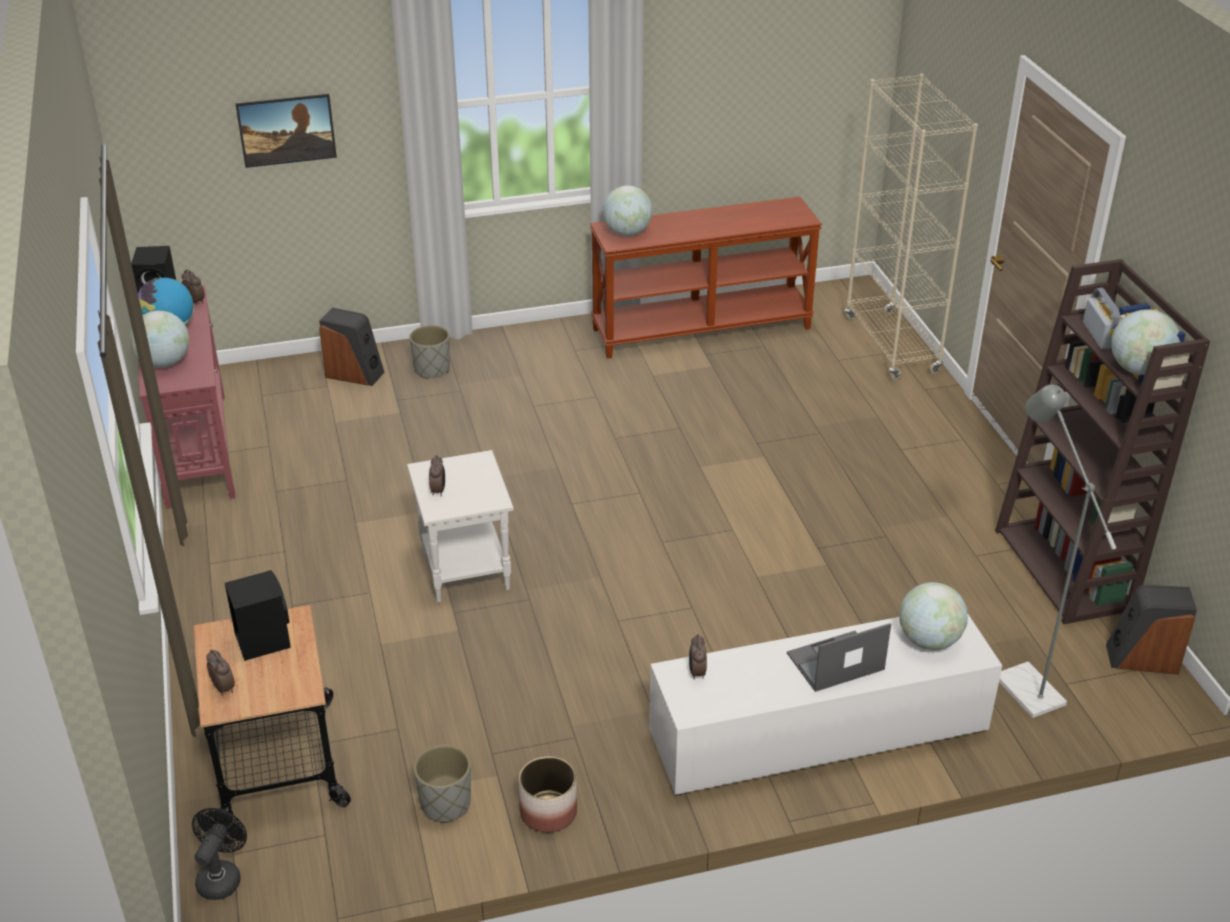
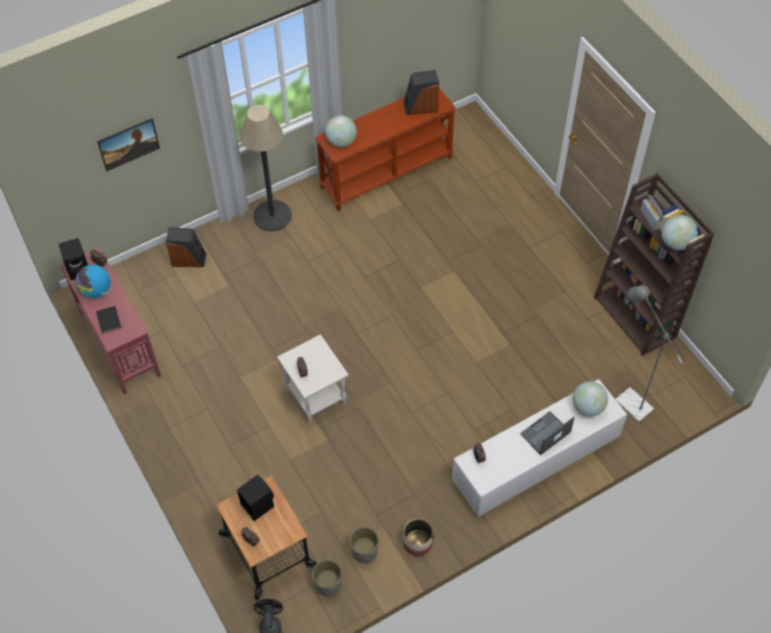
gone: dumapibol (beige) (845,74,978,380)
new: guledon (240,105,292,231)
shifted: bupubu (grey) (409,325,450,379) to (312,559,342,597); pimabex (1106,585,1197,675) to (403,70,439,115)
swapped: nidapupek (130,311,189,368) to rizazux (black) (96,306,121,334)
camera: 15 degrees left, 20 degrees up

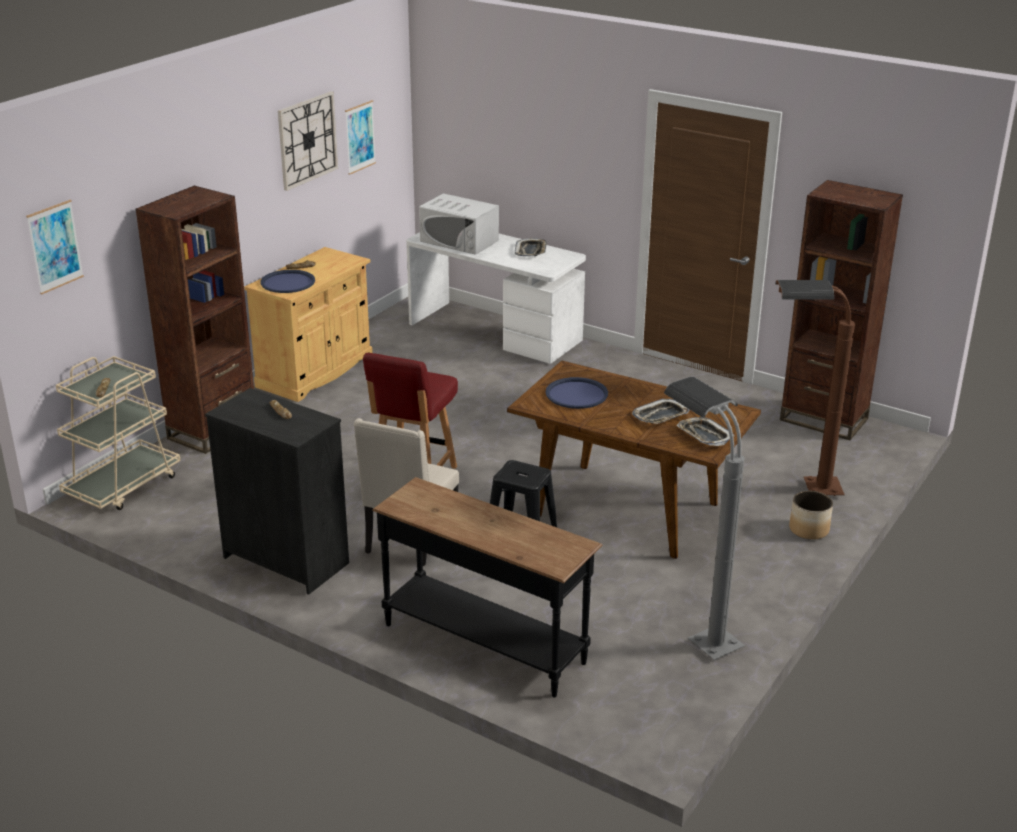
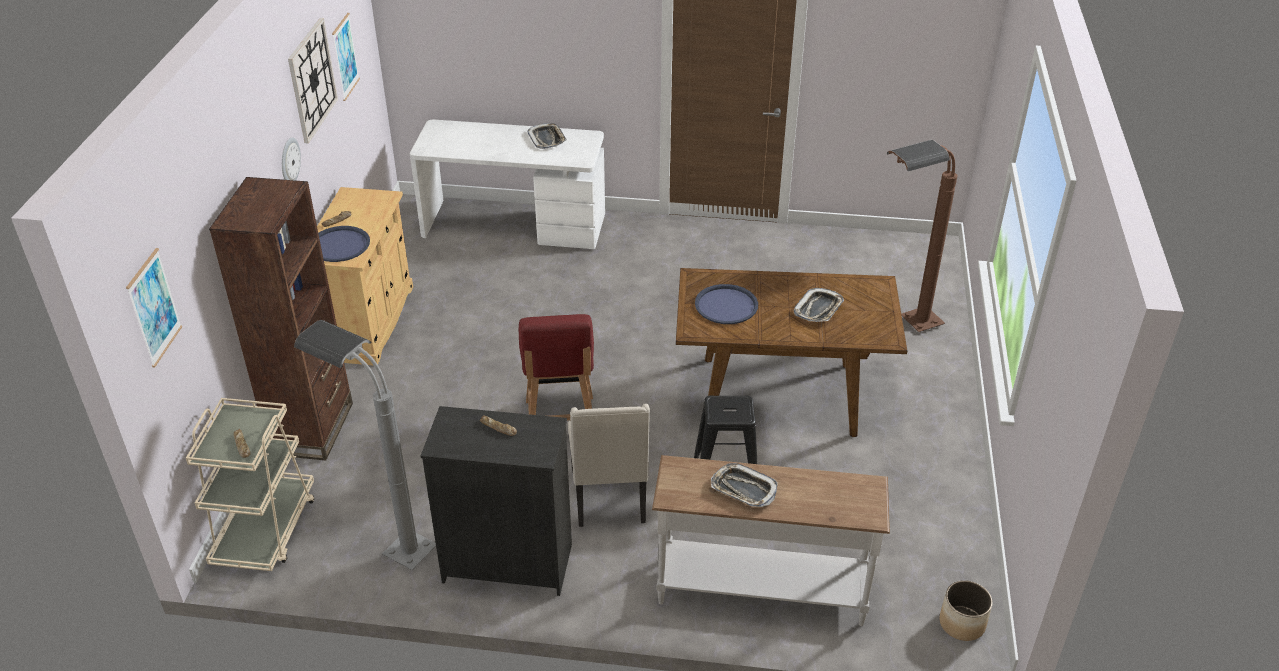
gone: dumapibol (brown) (780,180,903,440); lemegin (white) (419,193,499,255)
new: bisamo (282,137,301,181)
shifted: guledon (grey) (664,377,745,660) to (294,320,436,570); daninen (677,417,735,446) to (711,463,778,507); bupubu (789,491,833,540) to (939,580,992,641)
repainted: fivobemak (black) (372,477,602,697) to fivobemak (white) (652,455,890,626)
camera: 25 degrees left, 10 degrees up

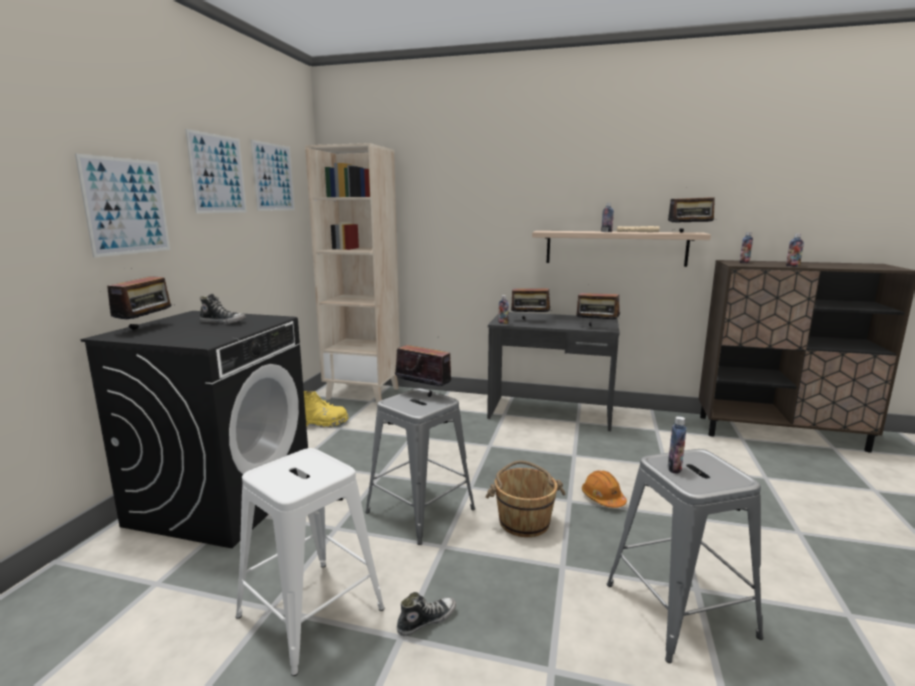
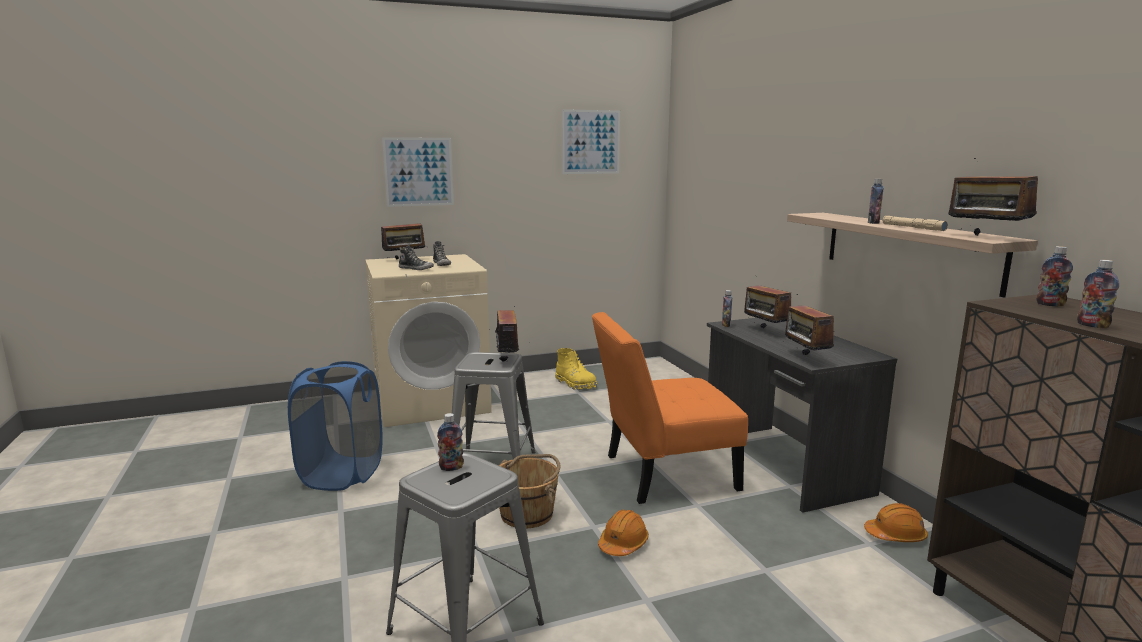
gone: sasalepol (185,129,247,213); dumapibol (beige) (305,143,400,403)
new: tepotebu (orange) (592,312,748,504); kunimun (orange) (864,503,928,542)
shifted: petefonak (397,592,456,636) to (399,245,434,270)
swapped: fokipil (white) (236,448,385,676) to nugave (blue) (288,361,383,491)
repainted: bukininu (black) (81,311,308,548) to bukininu (beige) (365,254,492,427)
camera: 55 degrees right, 0 degrees up

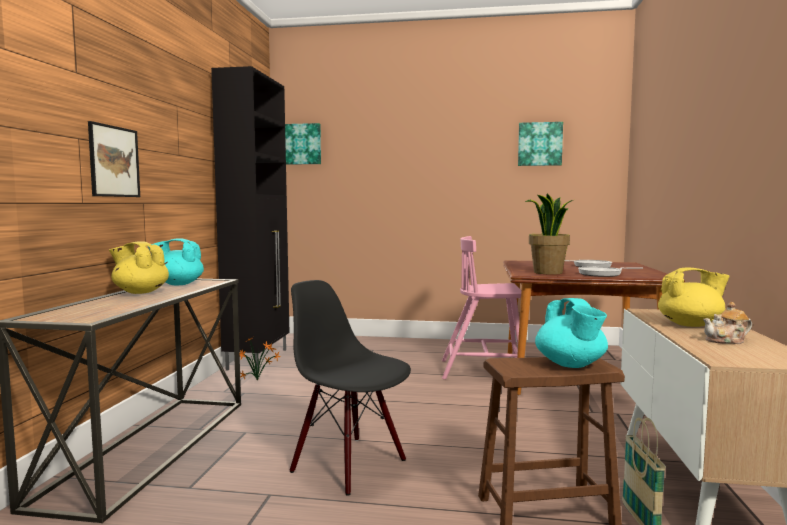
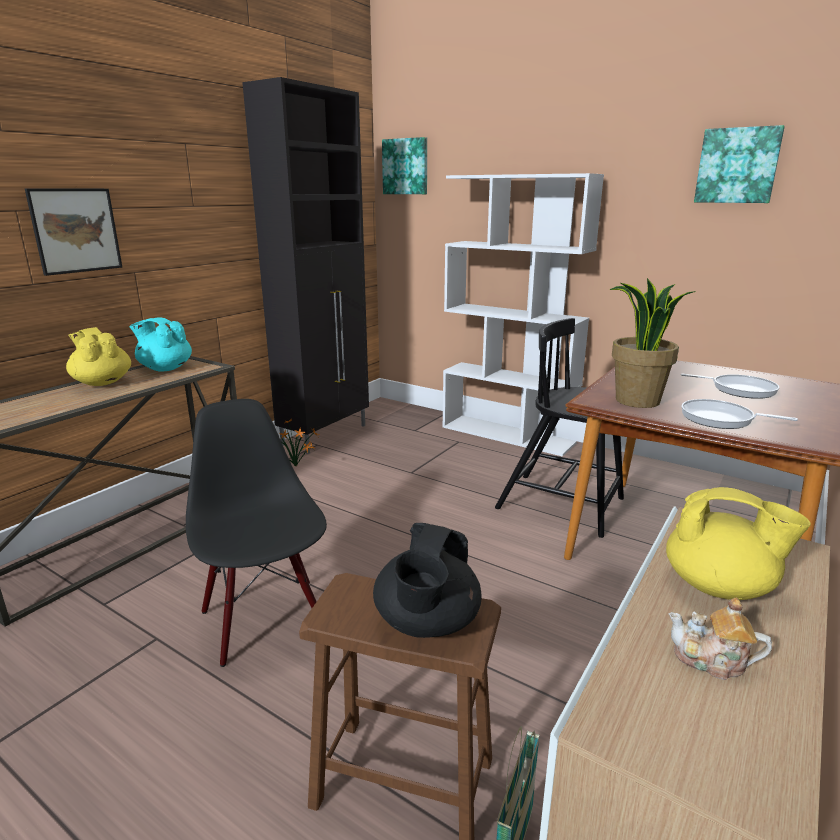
new: dumapibol (white) (442,173,604,457)
repainted: tepotebu (pink) (442,236,521,379) to tepotebu (black) (495,318,624,538); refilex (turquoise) (535,298,608,368) to refilex (black) (373,523,481,638)
camera: 25 degrees right, 15 degrees up

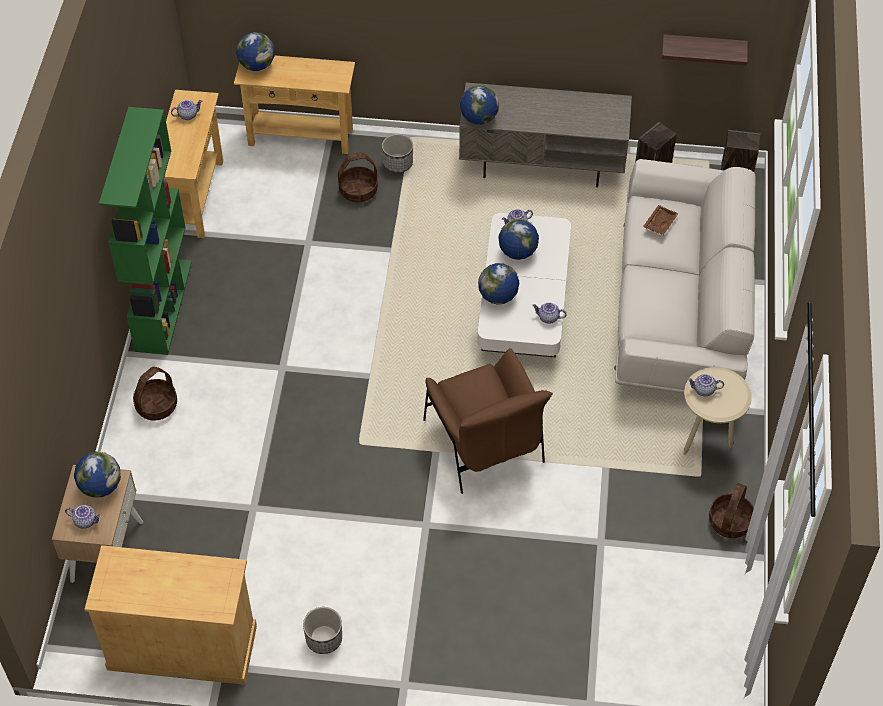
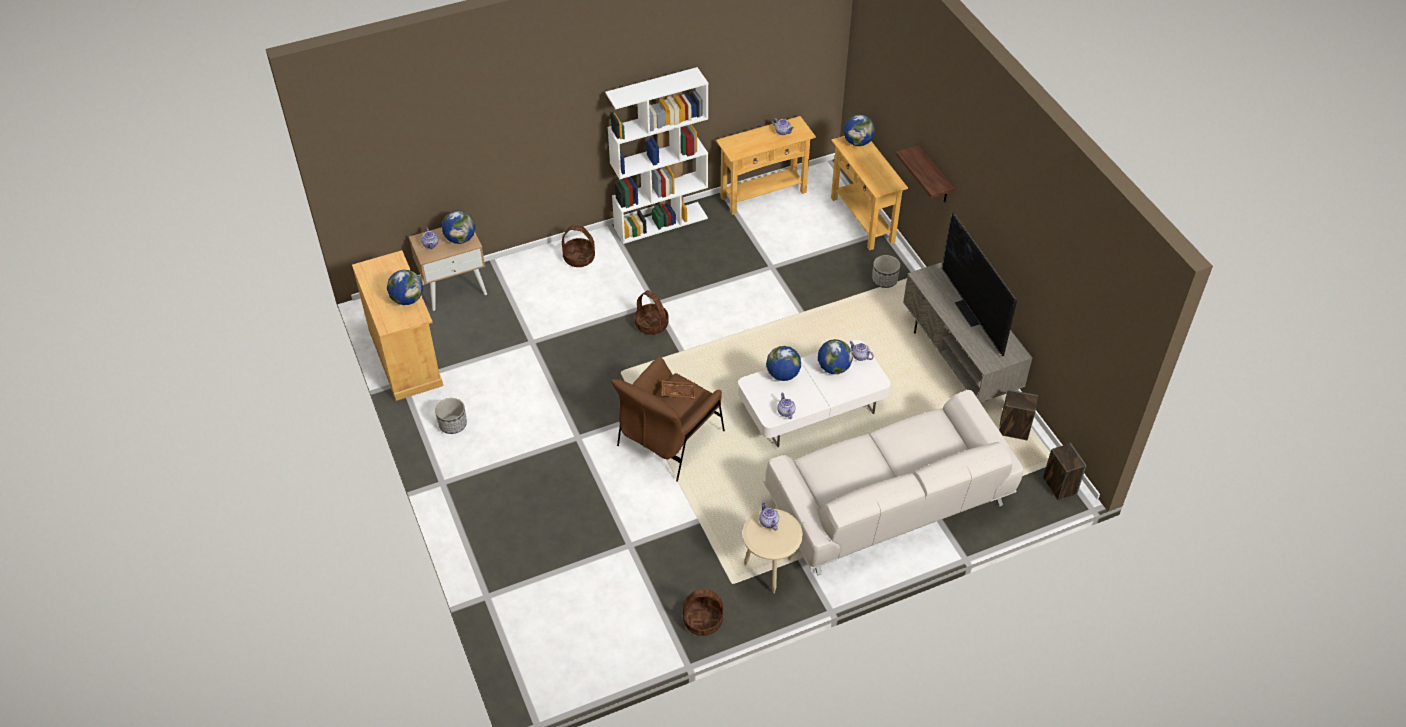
new: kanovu (942,212,1017,356)
shifted: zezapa (662,34,748,66) to (896,145,954,202); nidapupek (460,85,499,125) to (387,270,423,305); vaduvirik (338,153,378,202) to (635,290,669,335); daninen (brown) (643,205,679,235) to (662,380,695,398)
repainted: dumapibol (green) (99,107,192,355) to dumapibol (white) (605,67,708,244)
camera: 60 degrees right, 5 degrees down

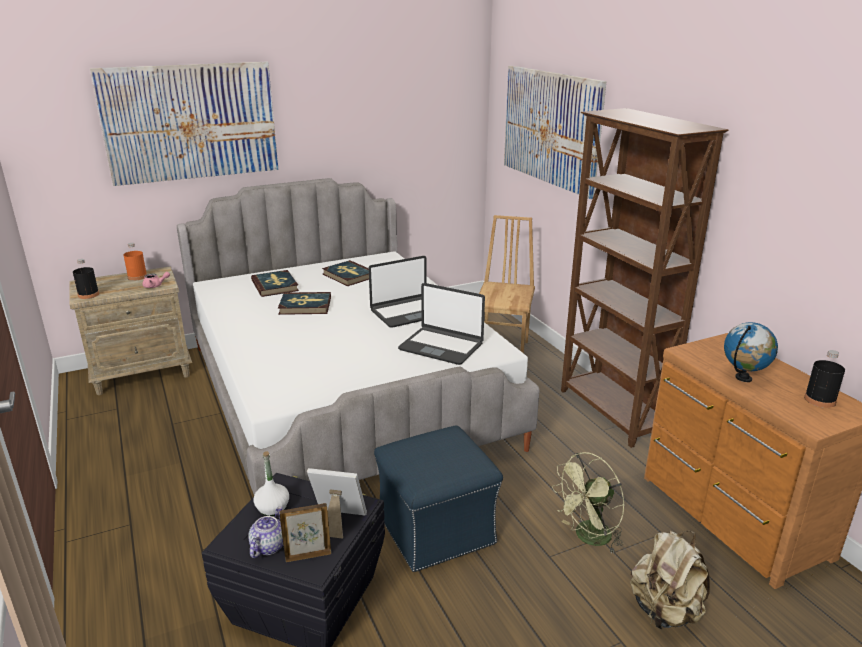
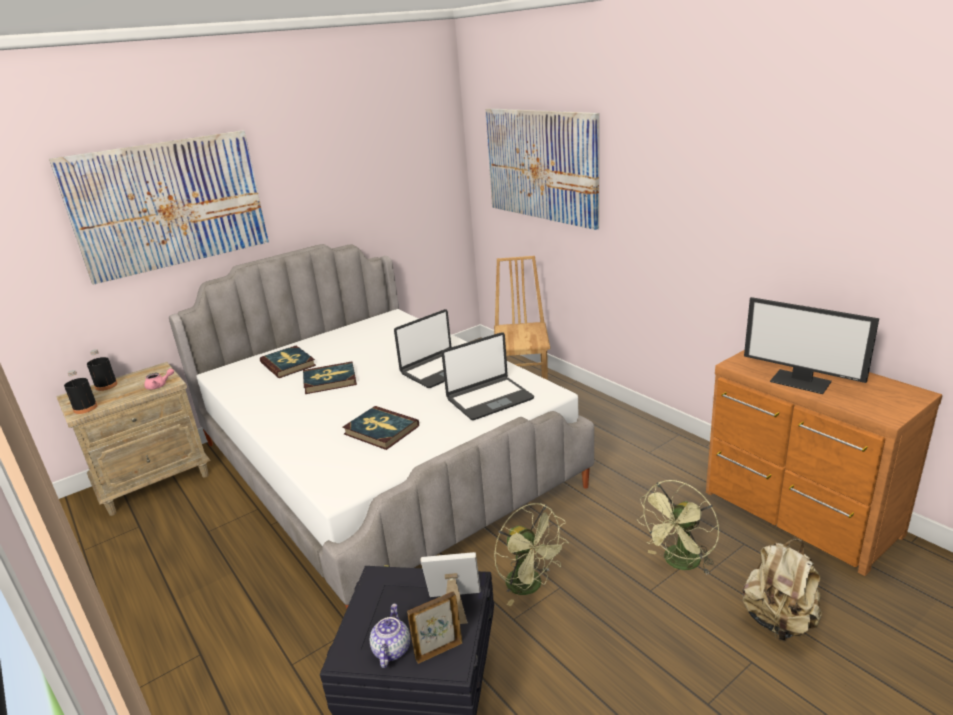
gone: dumapibol (brown) (561,108,728,448); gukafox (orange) (124,243,147,280); gukafox (white) (253,451,289,516)
shifted: rizazux (322,260,369,286) to (342,406,419,450); gukafox (black) (804,350,845,408) to (87,349,118,391)
swapped: nidapupek (724,322,778,382) to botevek (744,297,879,394); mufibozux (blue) (374,425,503,572) to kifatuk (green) (494,503,569,606)
rotated: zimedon (398,283,485,365) = (441,332,534,420) 45 degrees counterclockwise
camera: 10 degrees left, 0 degrees up

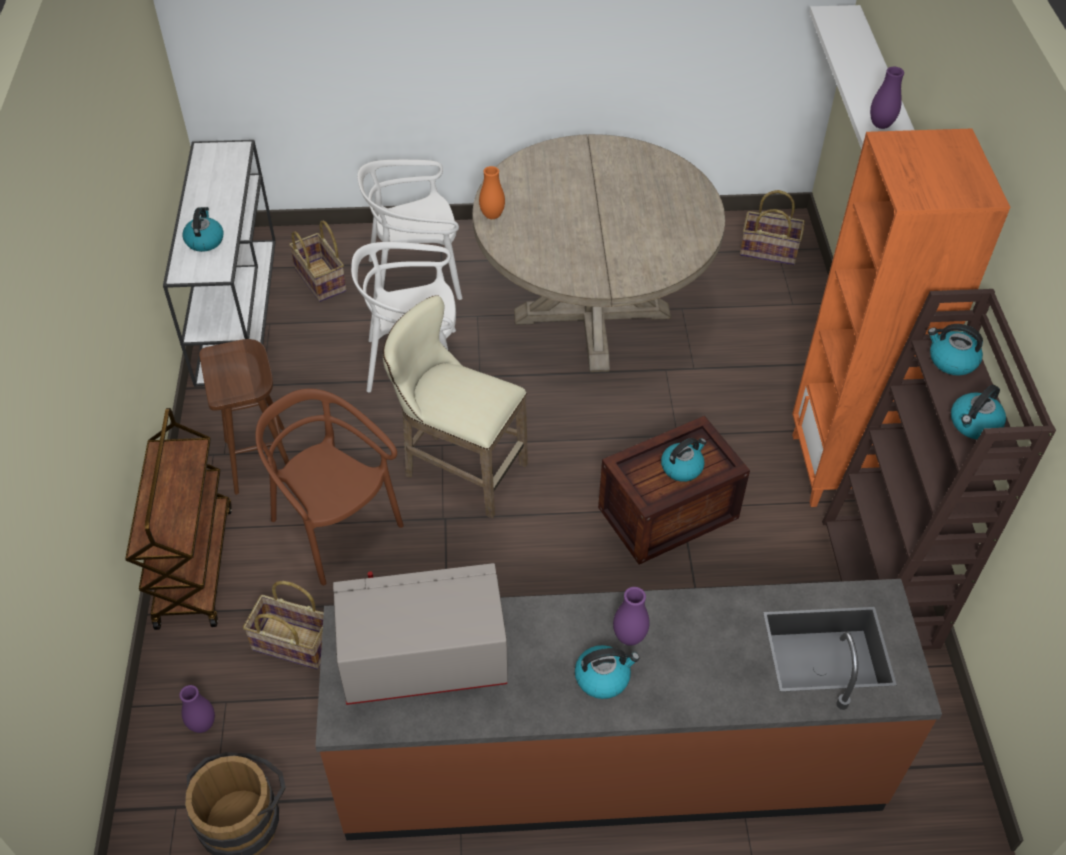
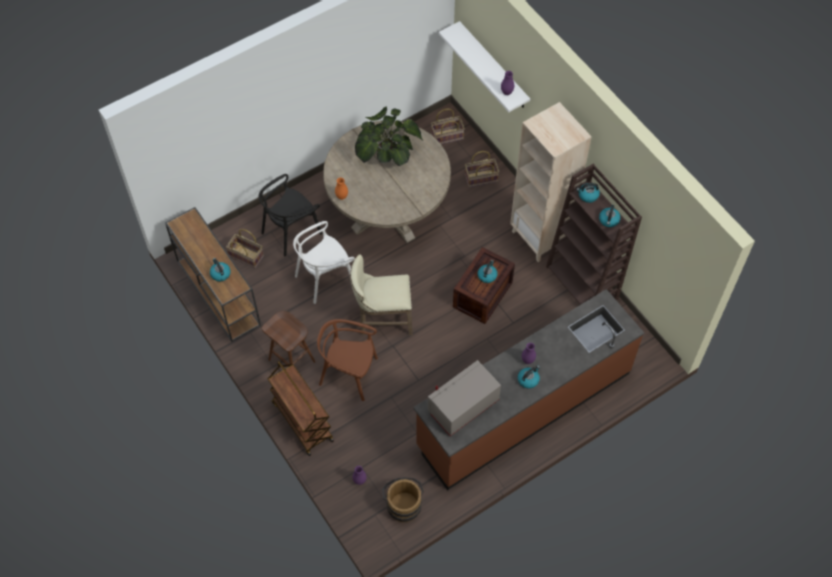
new: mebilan (355,106,423,166)
shifted: vaduvirik (243,581,324,670) to (465,151,499,187)
repainted: dumapibol (orange) (792,129,1010,507) to dumapibol (beige) (510,102,592,262); fivobemak (white) (163,140,276,387) to fivobemak (brown) (165,207,261,342); tepotebu (white) (357,160,462,300) to tepotebu (black) (259,174,323,256)
camera: 30 degrees left, 10 degrees up

